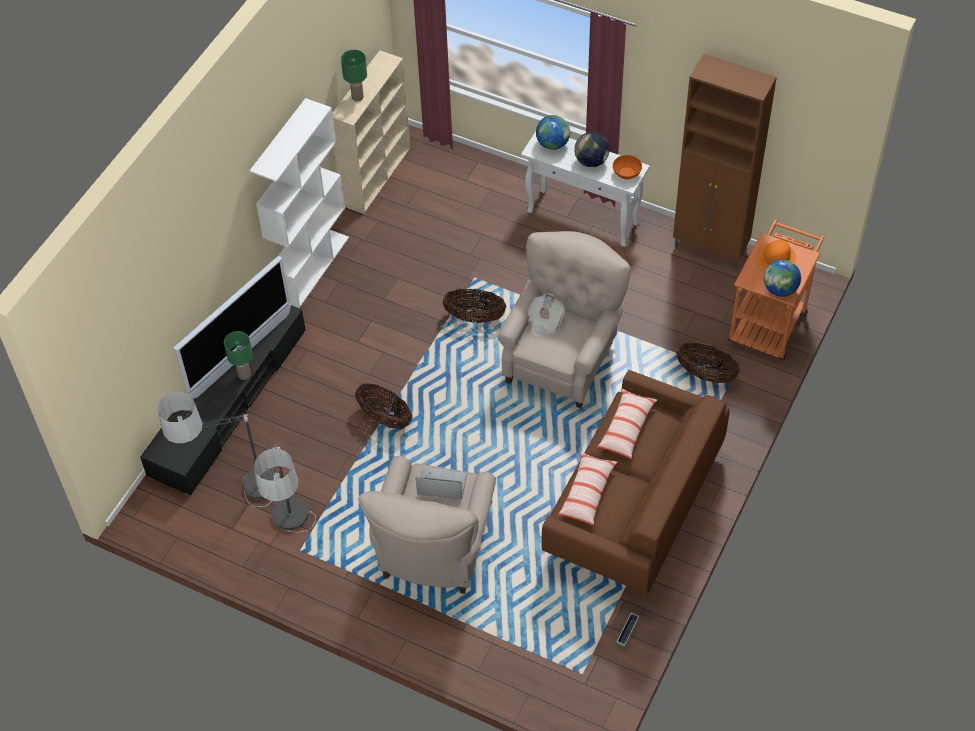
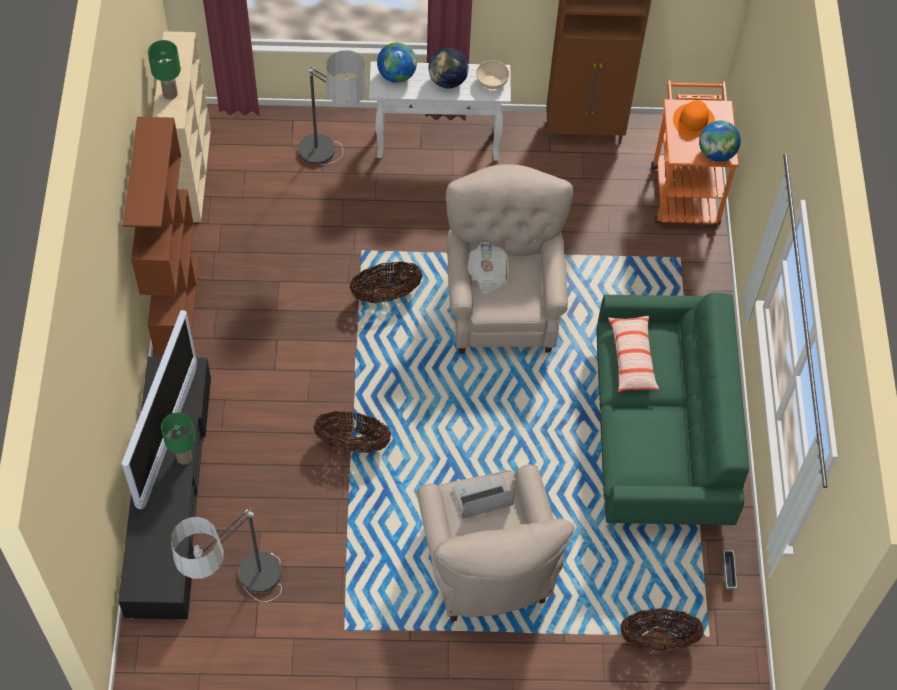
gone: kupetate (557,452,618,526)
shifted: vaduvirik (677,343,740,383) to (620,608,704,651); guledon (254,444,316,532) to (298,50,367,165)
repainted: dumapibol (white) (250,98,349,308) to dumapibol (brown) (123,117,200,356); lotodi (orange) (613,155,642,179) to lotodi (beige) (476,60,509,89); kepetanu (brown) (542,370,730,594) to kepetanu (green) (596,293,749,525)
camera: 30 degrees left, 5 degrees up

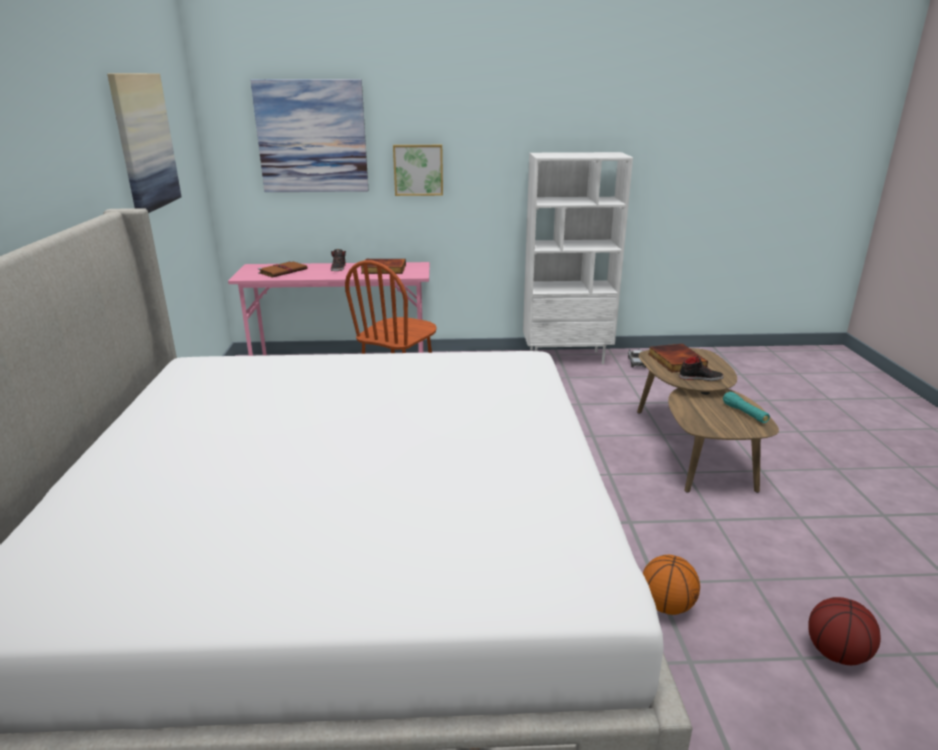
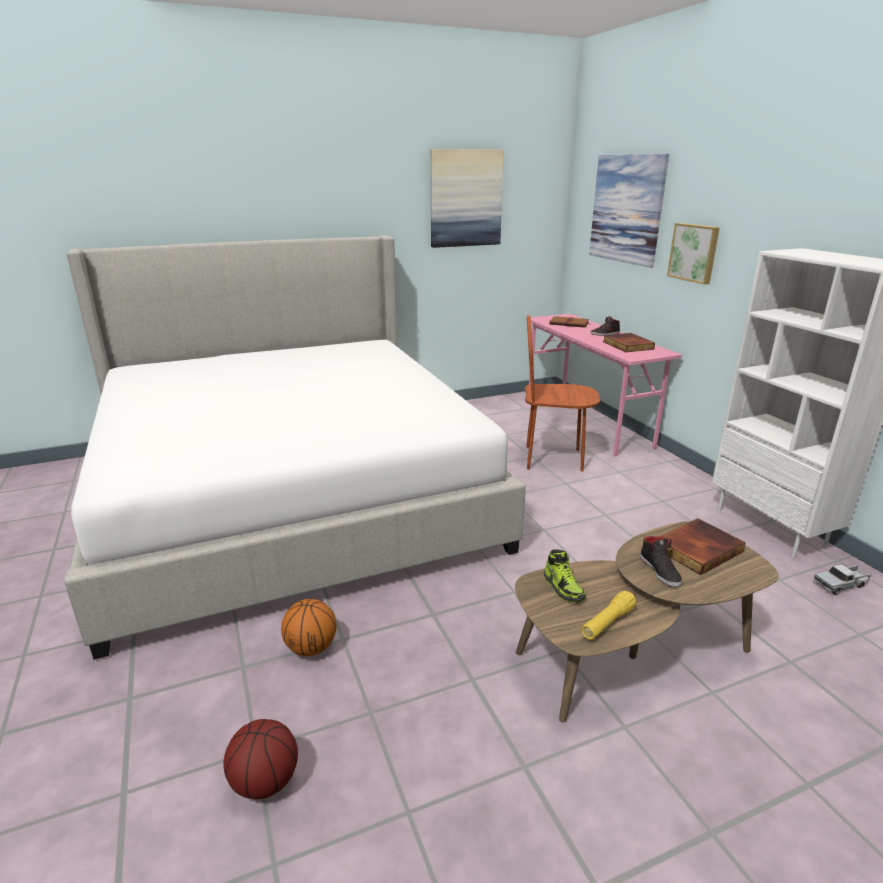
new: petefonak (543,549,586,602)
repainted: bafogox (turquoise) (723,392,770,423) to bafogox (yellow) (582,591,637,640)
camera: 70 degrees right, 0 degrees up

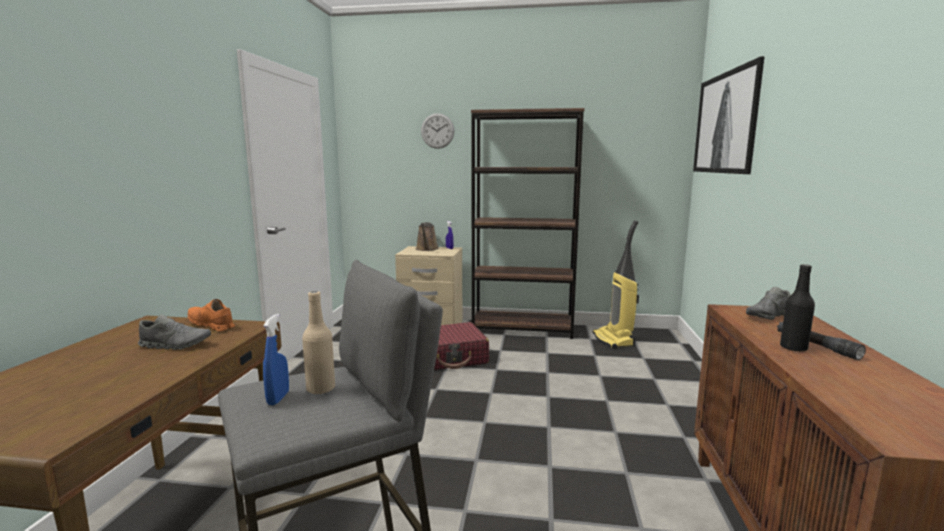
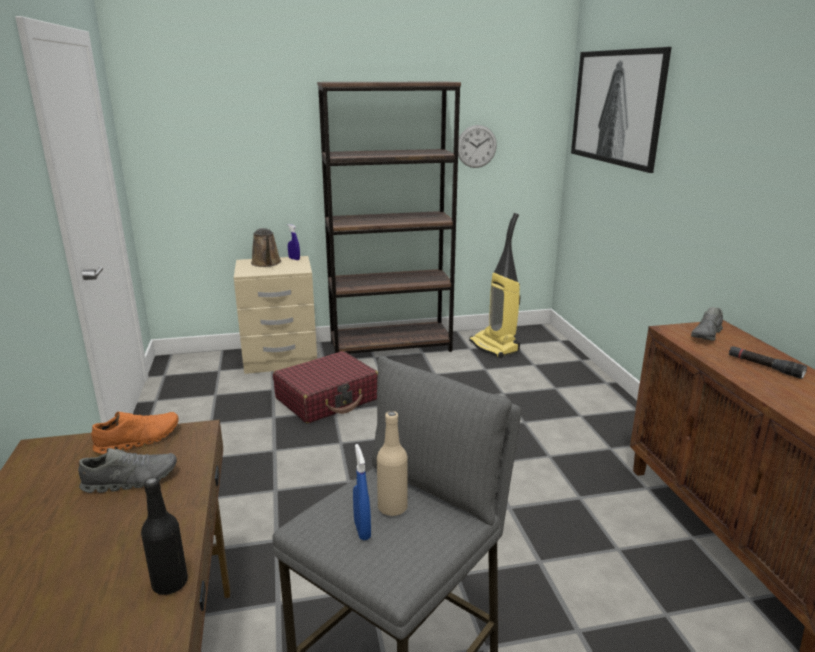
shifted: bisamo (421,113,454,149) to (458,125,497,168); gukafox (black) (780,264,815,352) to (141,477,188,595)
rotated: petefonak (orange) (188,299,235,331) = (91,412,179,454) 135 degrees clockwise
camera: 20 degrees left, 10 degrees up

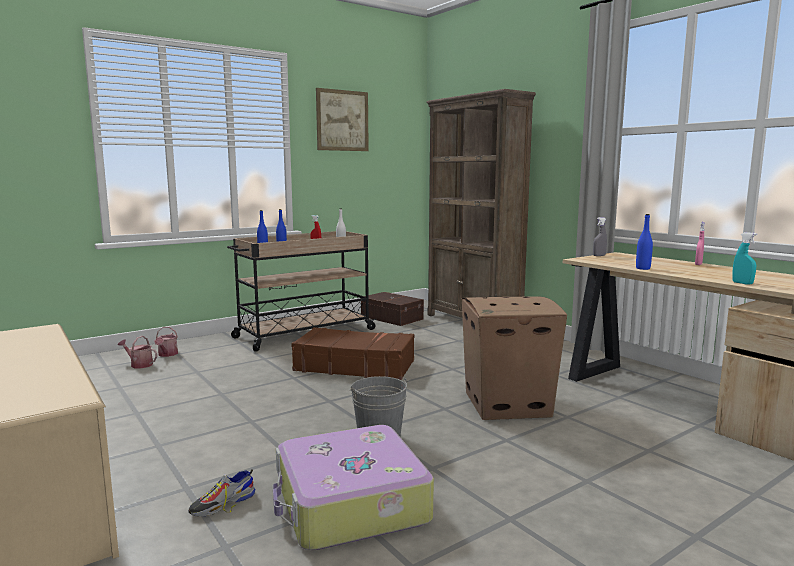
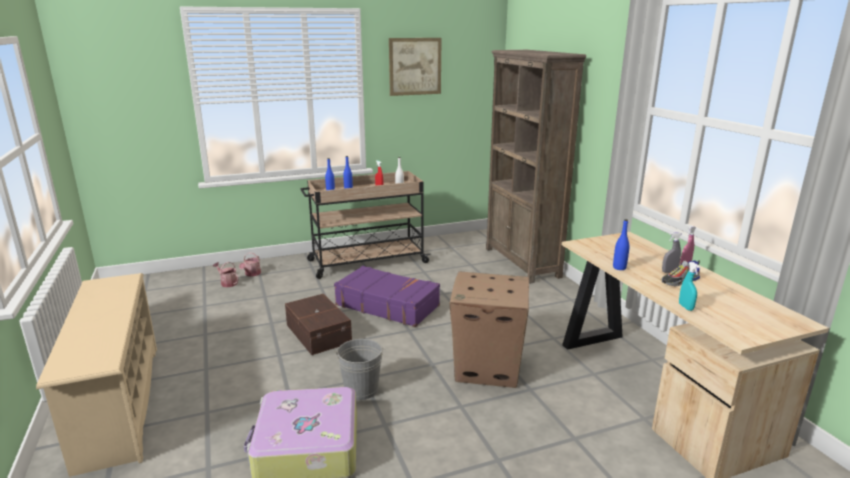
shifted: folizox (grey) (593,217,607,256) to (662,232,681,273); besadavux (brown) (361,292,424,326) to (285,294,352,355); petefonak (188,469,255,516) to (661,260,700,286)
repainted: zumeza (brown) (291,327,414,380) to zumeza (purple) (334,266,440,327)
camera: 15 degrees right, 10 degrees up

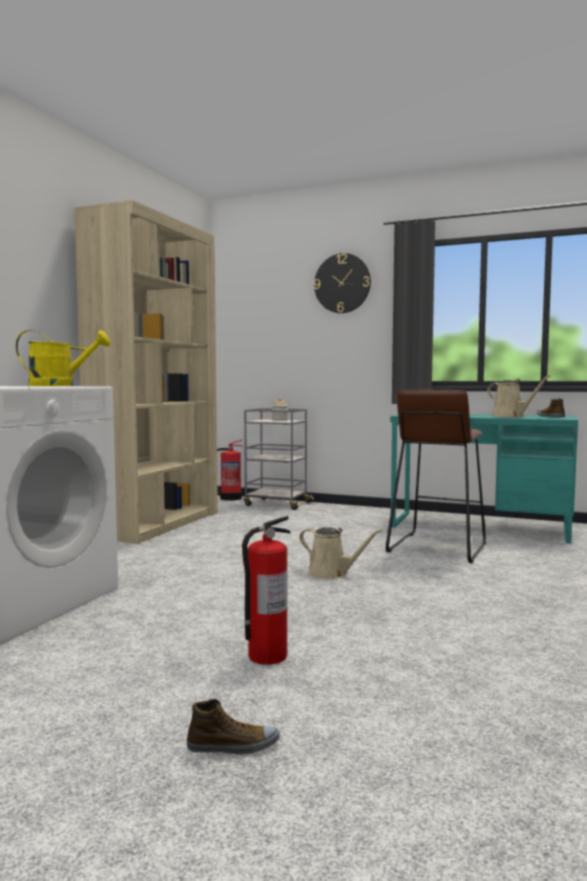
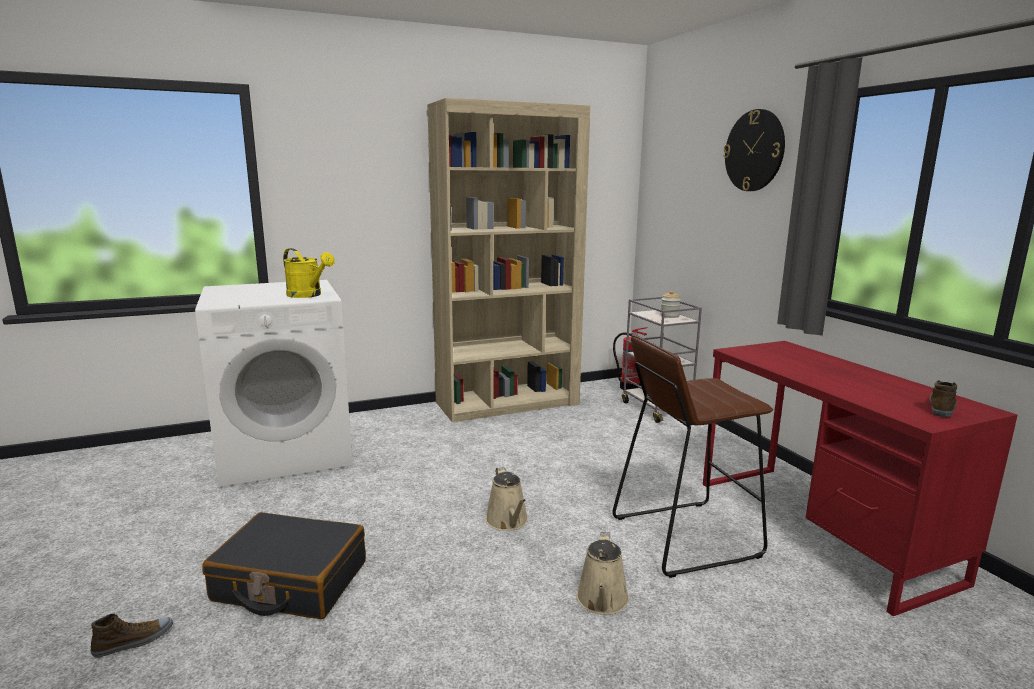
shifted: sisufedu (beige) (487,375,551,417) to (576,532,629,615)
swapped: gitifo (242,516,290,665) to zumeza (black) (202,512,366,619)
repainted: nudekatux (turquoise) (390,414,578,544) to nudekatux (red) (703,341,1018,616)
rotated: petefonak (187,699,280,755) = (91,614,173,658) 75 degrees counterclockwise
camera: 45 degrees right, 10 degrees up

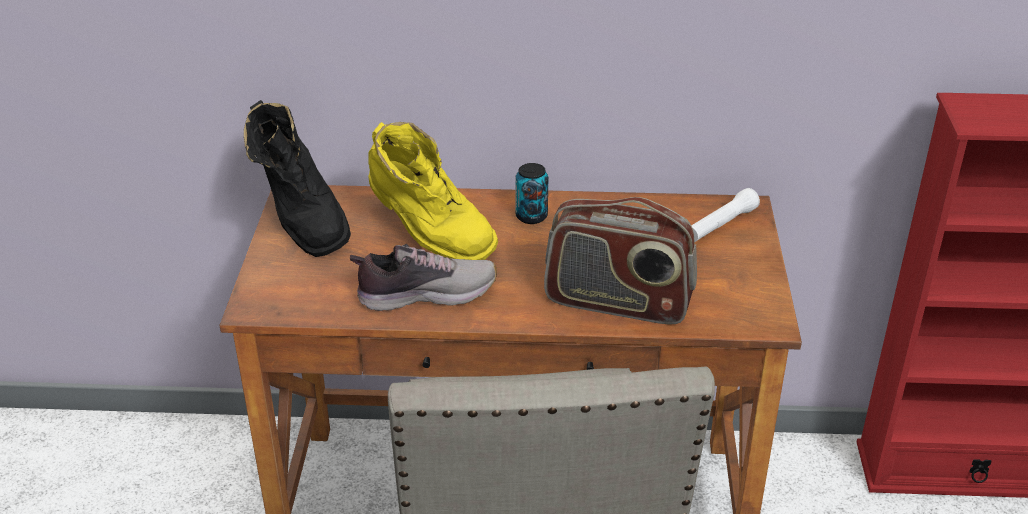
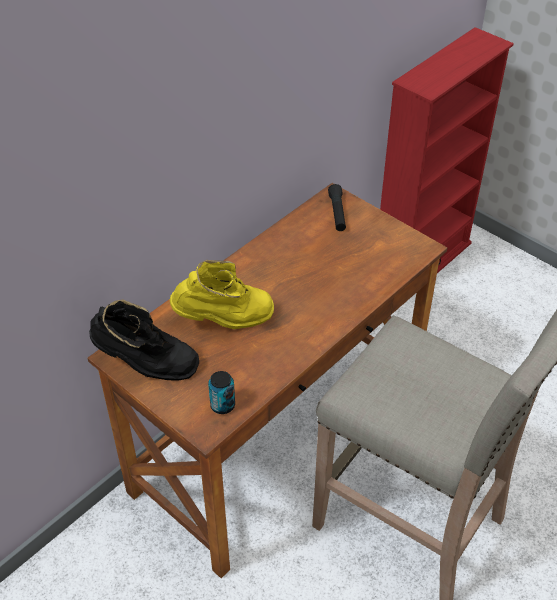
gone: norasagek (544,197,697,324); petefonak (350,244,497,311)
shifted: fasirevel (515,163,548,224) to (208,371,235,414)
repainted: bafogox (white) (691,188,760,242) to bafogox (black) (328,184,346,231)
camera: 50 degrees left, 10 degrees up

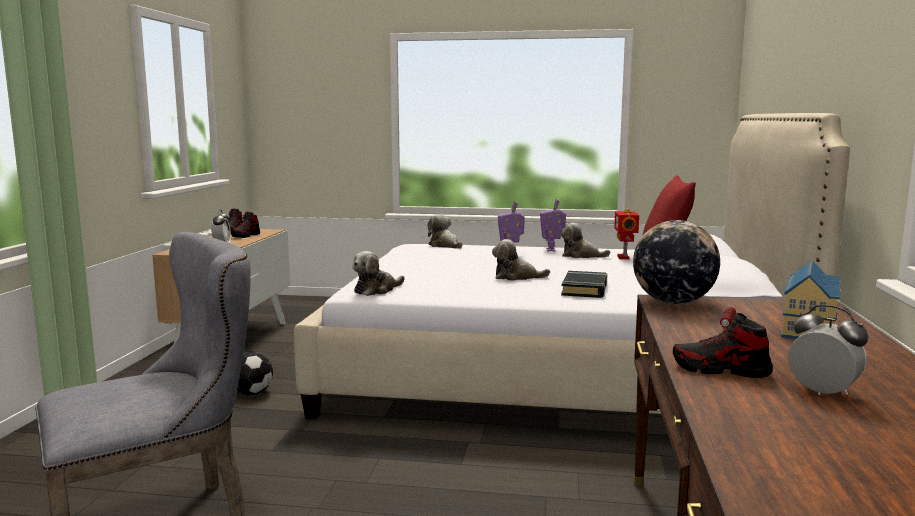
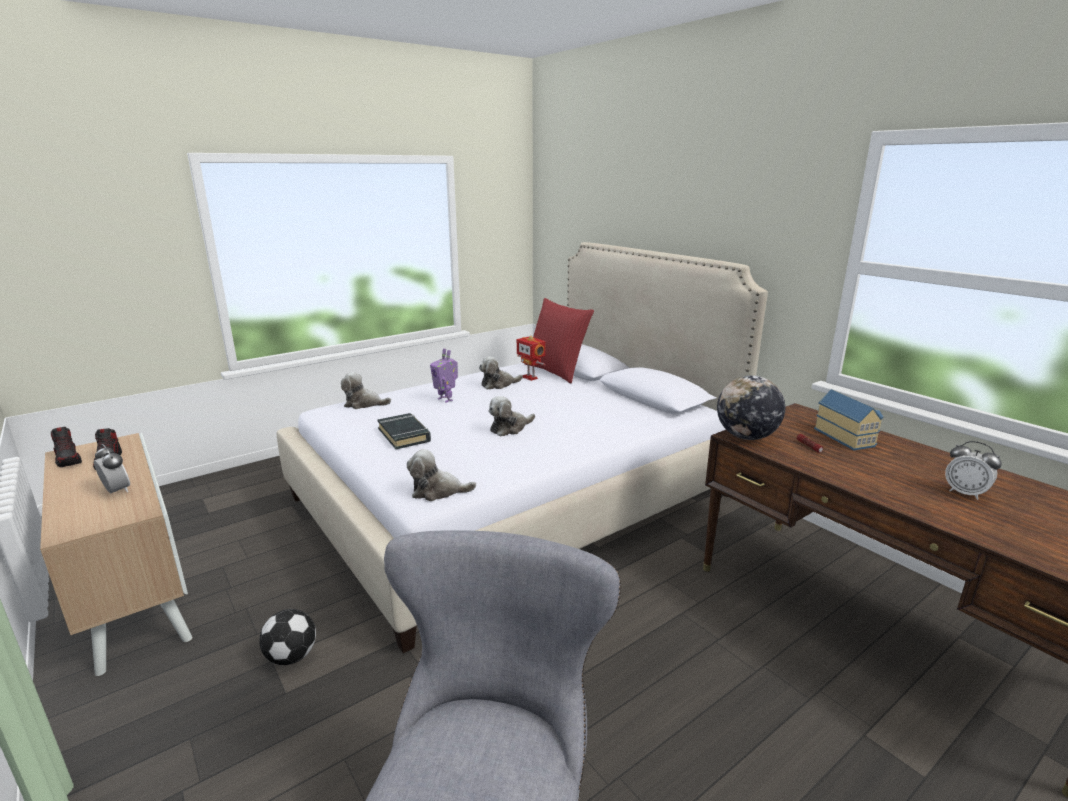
gone: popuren (540,199,566,252); petefonak (673,313,773,378)
shifted: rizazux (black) (561,271,607,298) to (378,413,431,449)
rotated: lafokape (353,251,405,296) = (407,449,476,501) 90 degrees clockwise; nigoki (788,305,869,395) = (945,441,1002,500) 135 degrees counterclockwise
camera: 45 degrees left, 10 degrees up

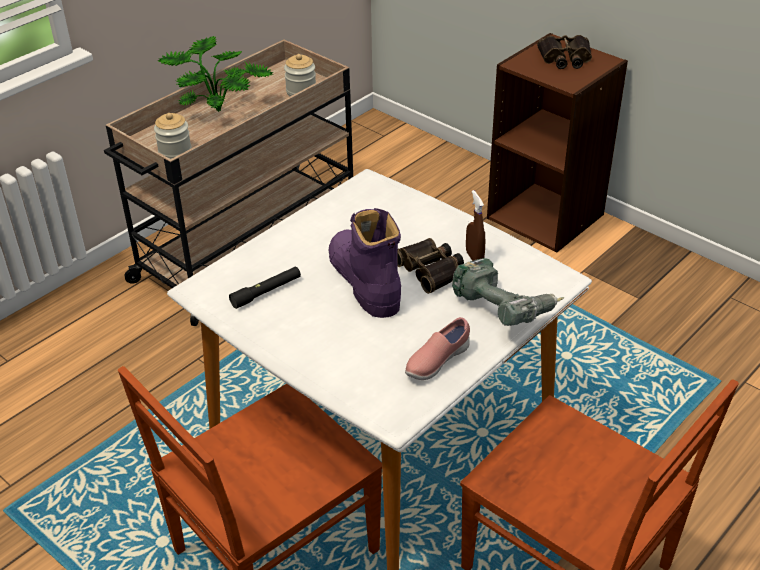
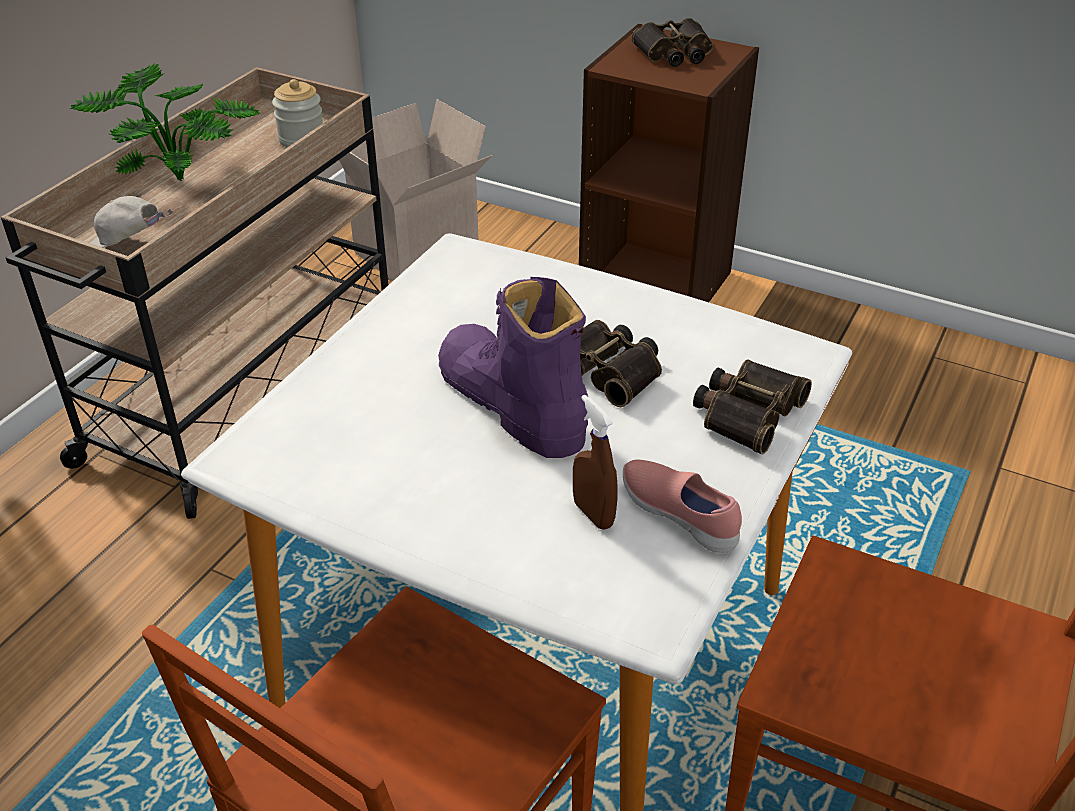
gone: bafogox (black) (229,267,301,309)
new: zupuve (339,99,493,281)
shifted: folizox (brown) (466,190,485,261) to (573,395,618,530)
swapped: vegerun (154,113,192,159) to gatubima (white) (90,196,173,248); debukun (452,258,564,326) to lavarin (693,359,812,455)
rotated: petefonak (pink) (405,317,470,380) = (623,460,742,553) 105 degrees clockwise
camera: 15 degrees left, 0 degrees up

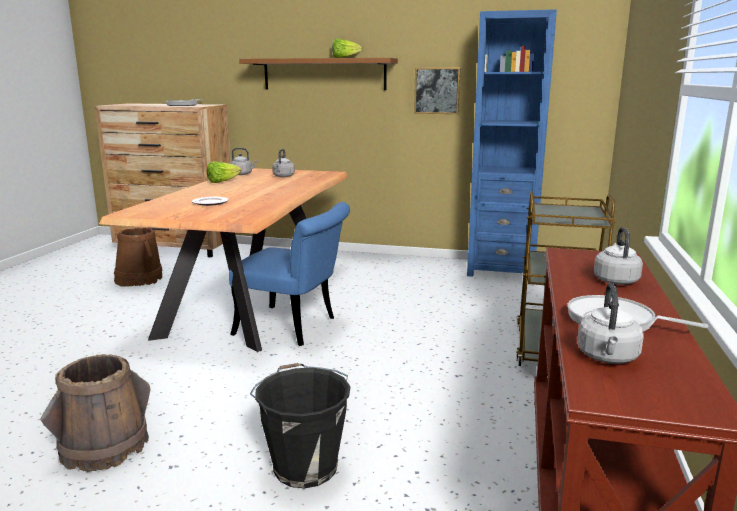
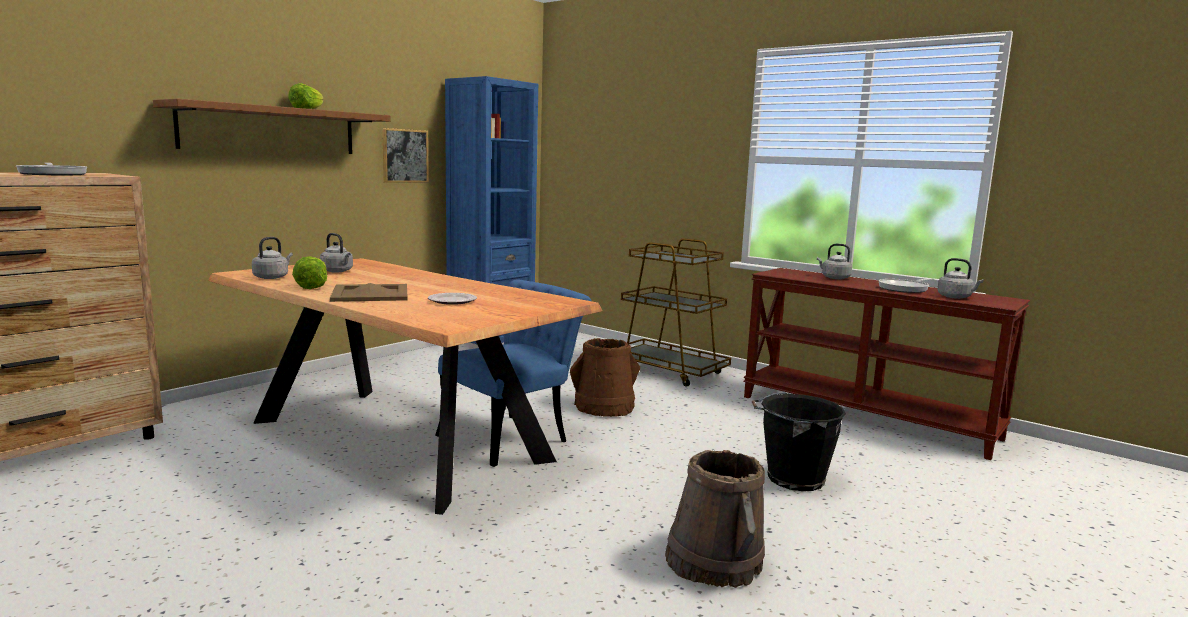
new: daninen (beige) (330,283,408,302)
shifted: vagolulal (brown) (114,228,162,287) to (570,338,640,417)
camera: 65 degrees left, 5 degrees down

